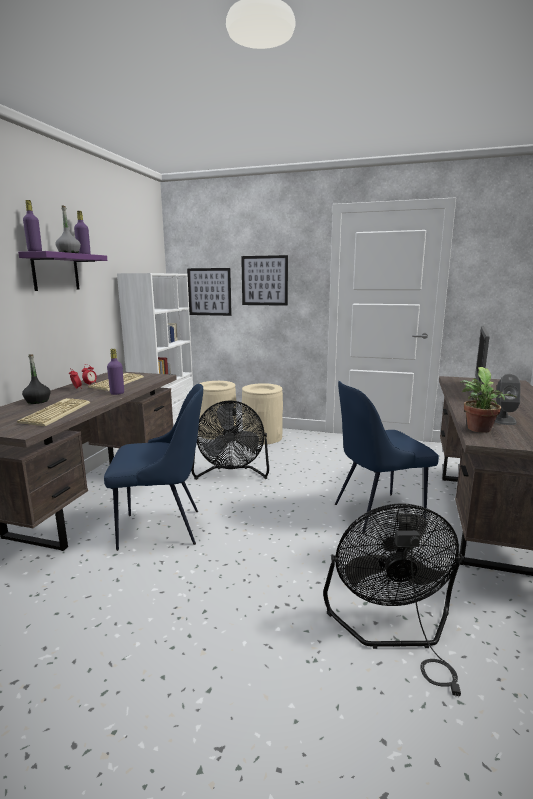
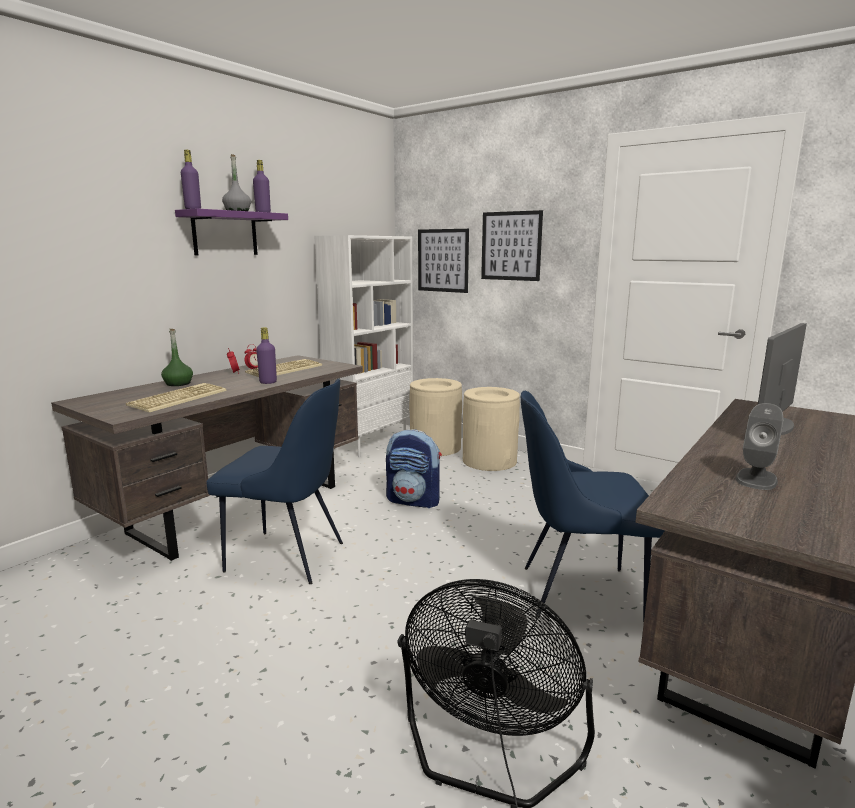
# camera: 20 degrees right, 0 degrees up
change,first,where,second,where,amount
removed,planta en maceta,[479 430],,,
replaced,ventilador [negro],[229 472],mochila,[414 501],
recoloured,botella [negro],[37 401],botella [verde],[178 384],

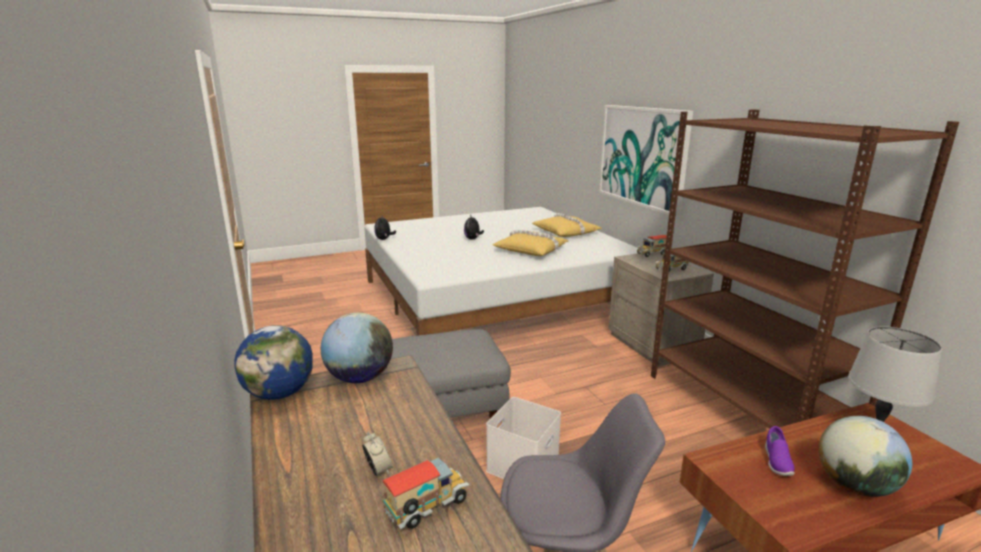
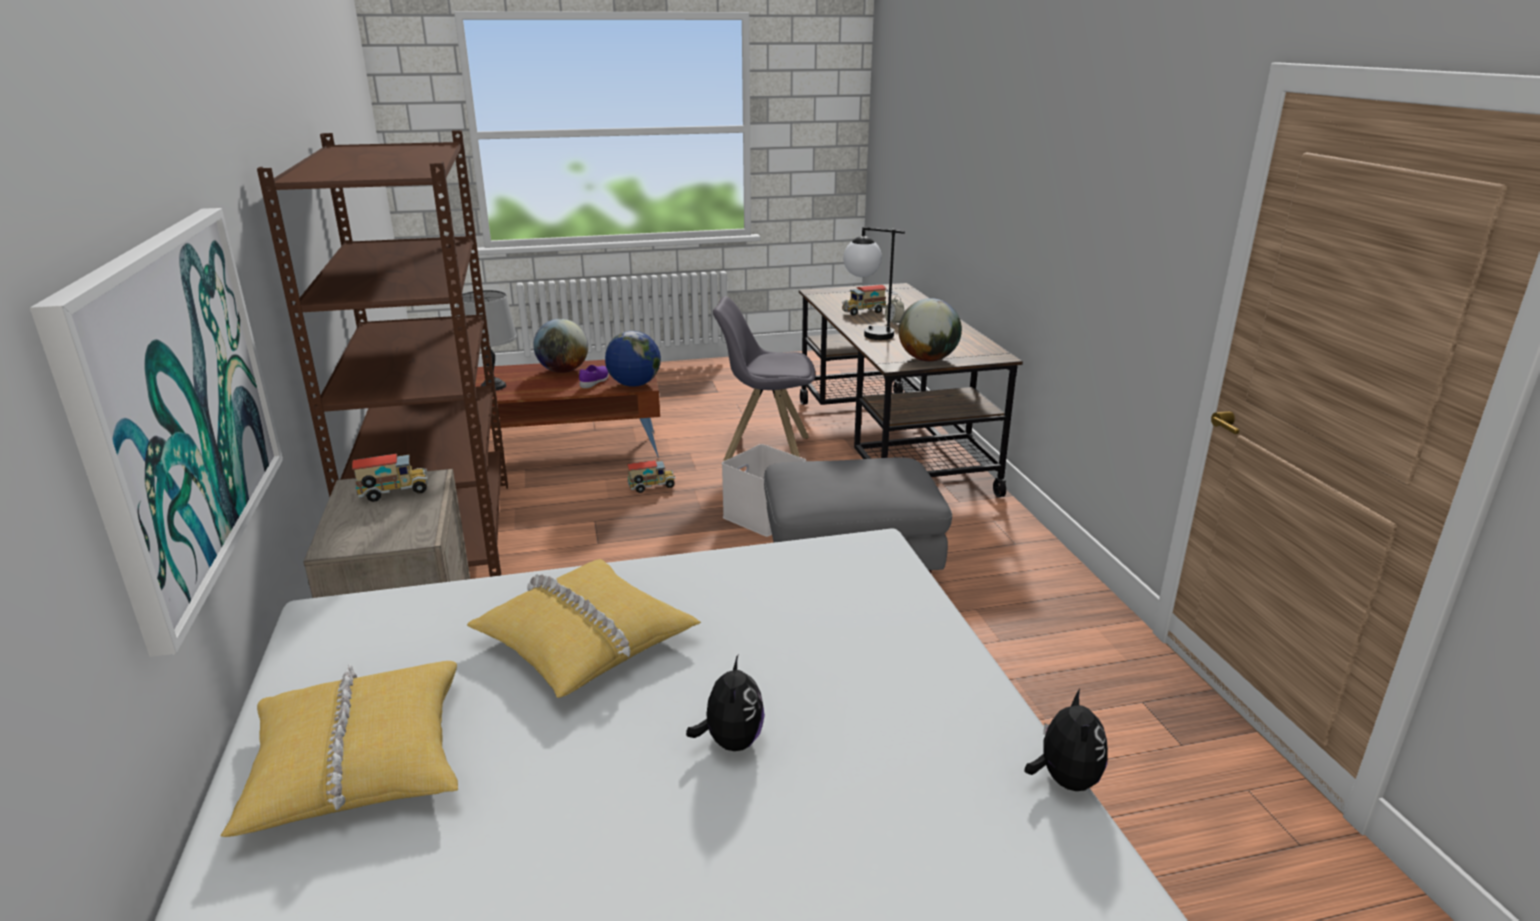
# camera: 170 degrees left, 5 degrees up
change,first,where,second,where,amount
added,,,lámpara de mesa,[867 334],
moved,globo terráqueo,[279 393],,[634 385],
moved,camión de juguete,[651 254],,[652 487],

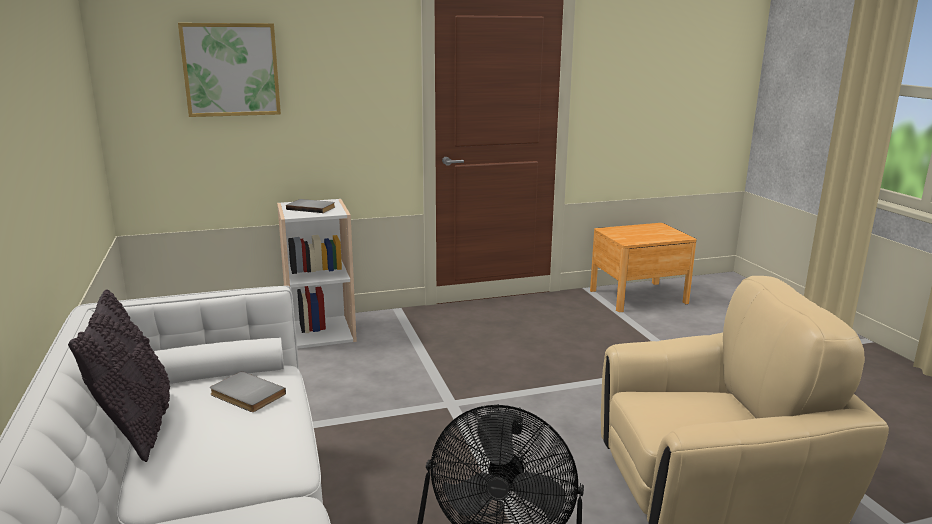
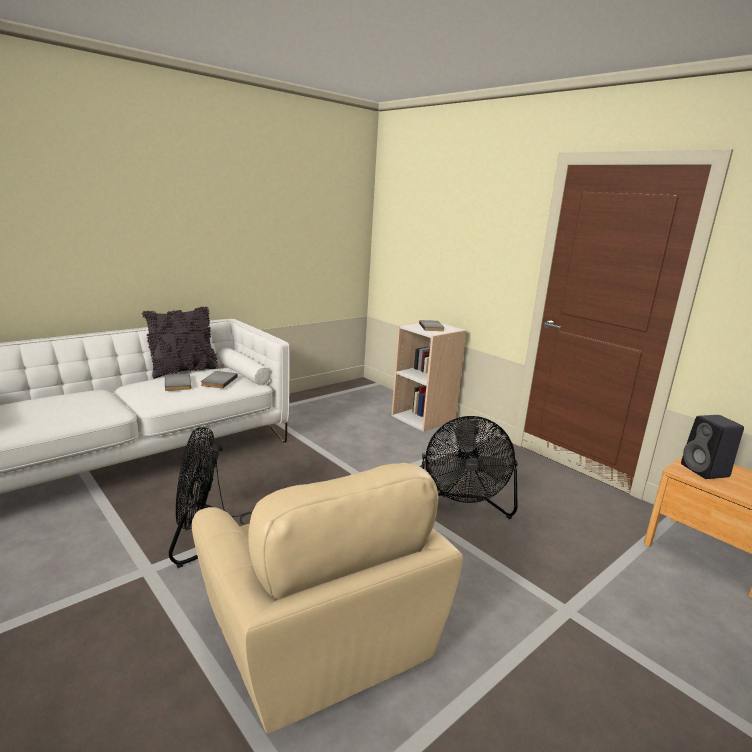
# camera: 65 degrees right, 0 degrees up
change,first,where,second,where,amount
removed,cuadro,[231 69],,,
added,,,libro [gris],[179 383],
added,,,ventilador [negro],[458 504],
added,,,altavoz [negro],[706 471],

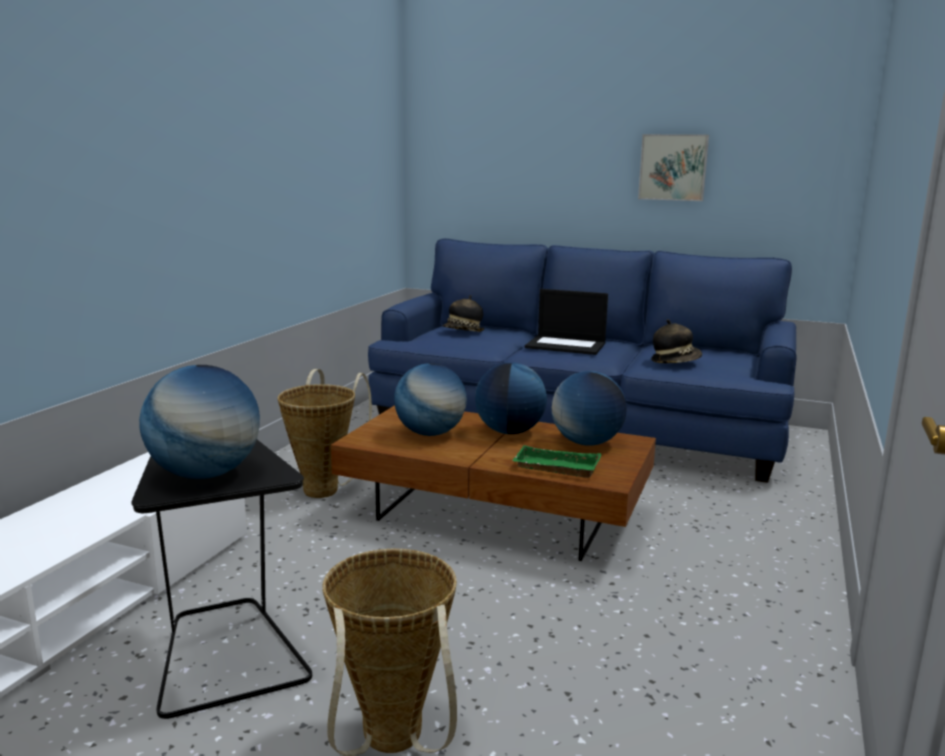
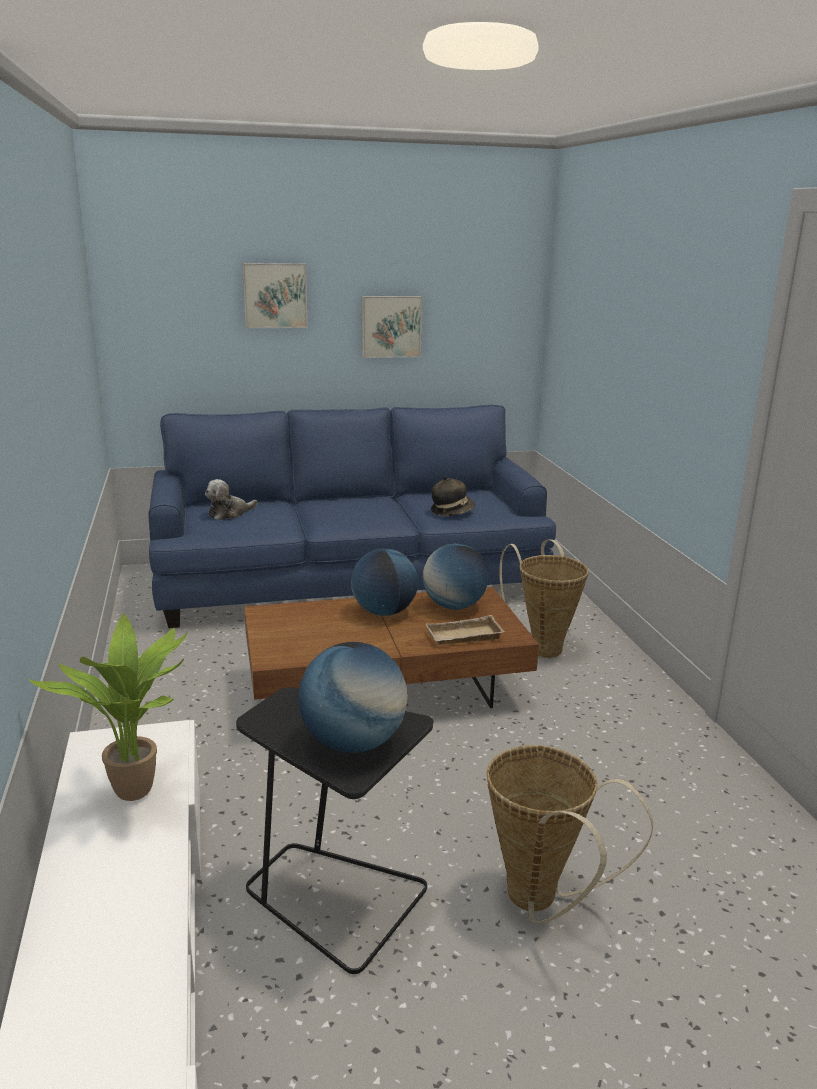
# camera: 35 degrees left, 5 degrees up
change,first,where,second,where,amount
removed,globo terráqueo,[430 433],,,
removed,portátil,[567 345],,,
added,,,planta en maceta,[139 793],
added,,,cuadro,[275 295],
moved,cesta,[325 488],,[542 647],
replaced,sombrero,[463 332],peluche,[229 513],
recoloured,bandeja [verde],[555 468],bandeja [beis],[463 637],

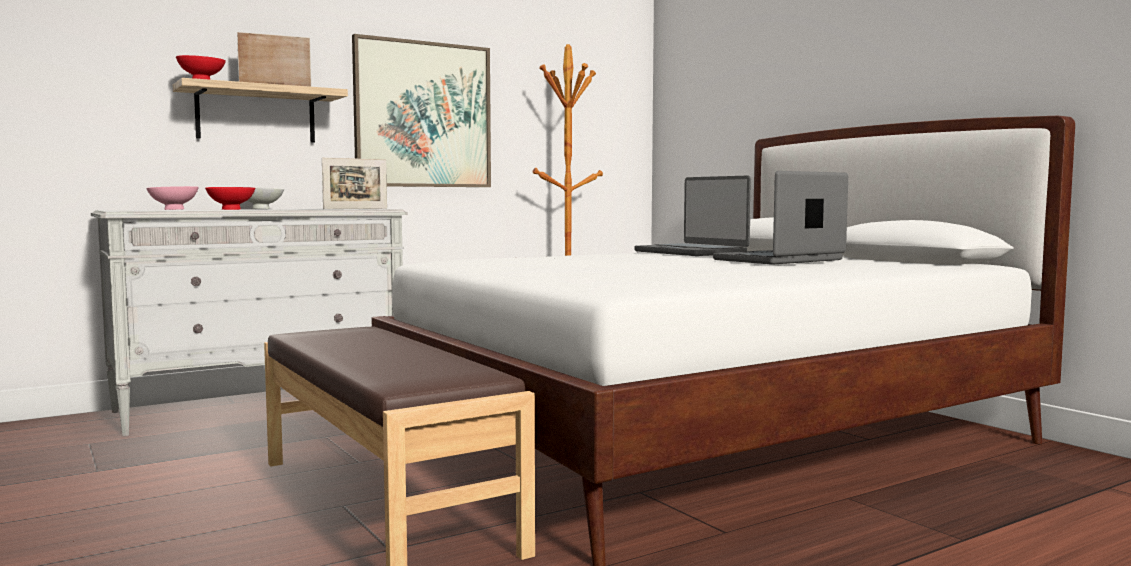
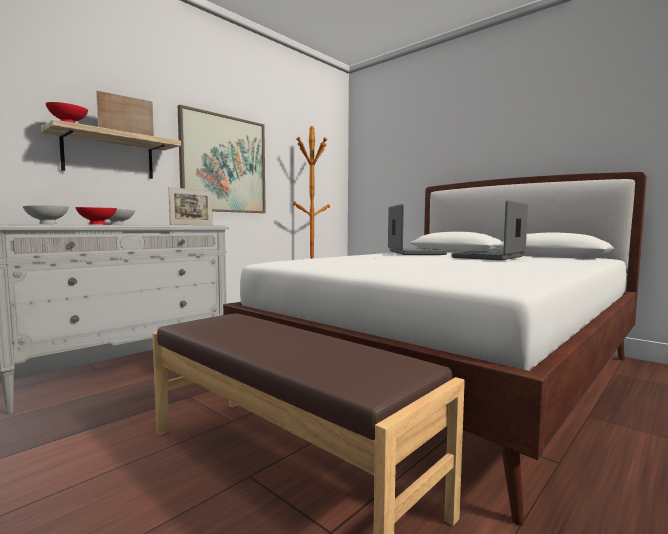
# camera: 15 degrees left, 0 degrees up
change,first,where,second,where,amount
recoloured,cuenco [rosa],[172 209],cuenco [blanco],[46 224],
turned,portátil,[691 252],,[414 253],135 degrees counterclockwise

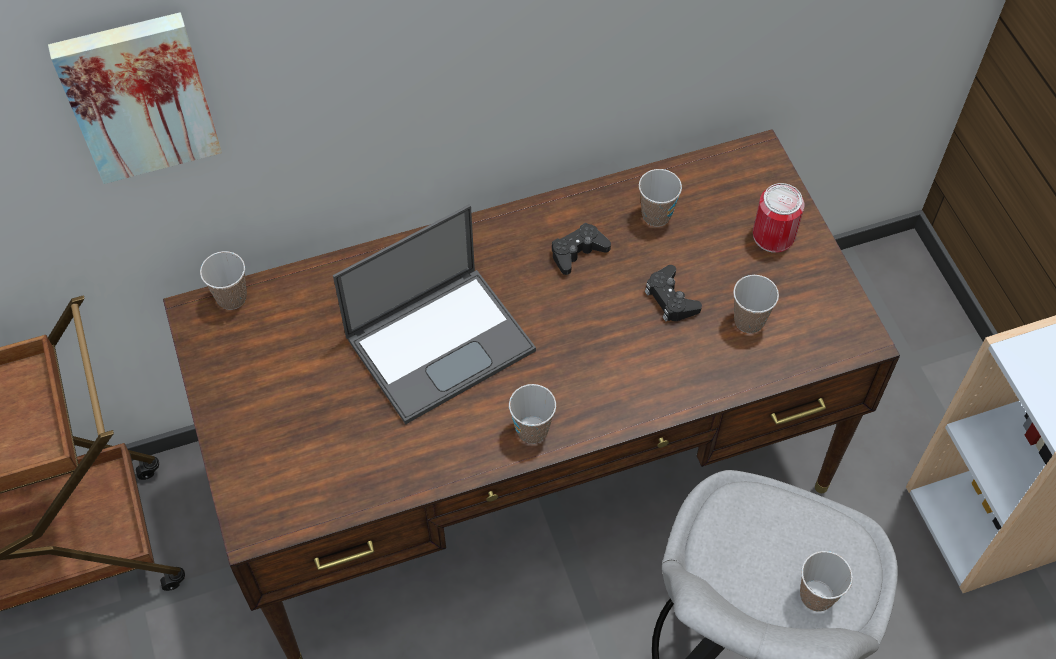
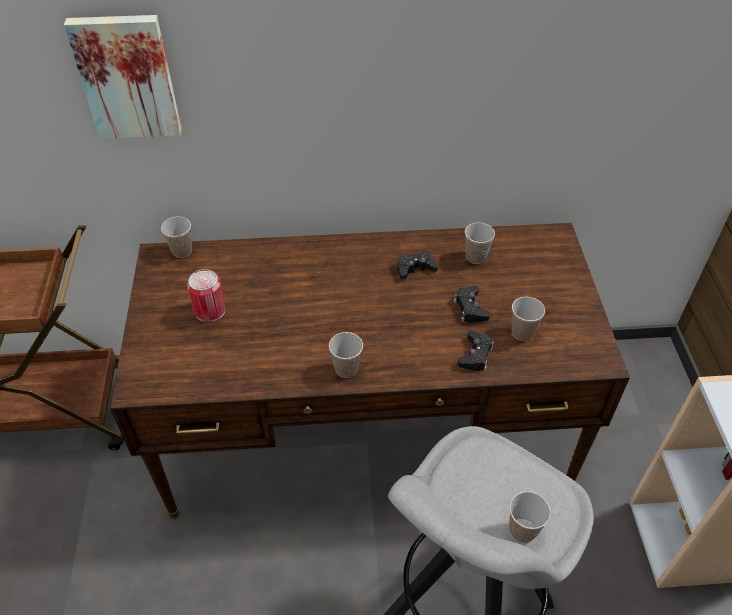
# camera: 15 degrees right, 10 degrees down
change,first,where,second,where,amount
removed,portátil,[441 342],,,
added,,,mando de consola [negro],[475 355],
moved,lata,[773 235],,[210 310],

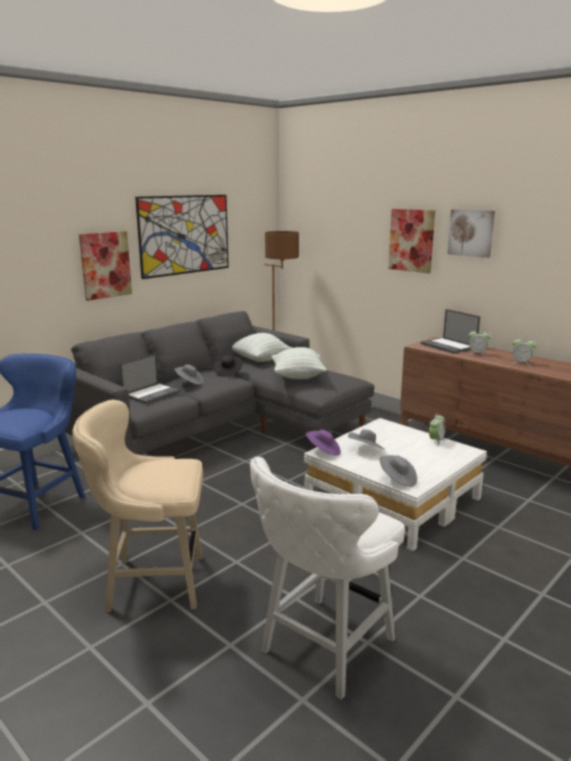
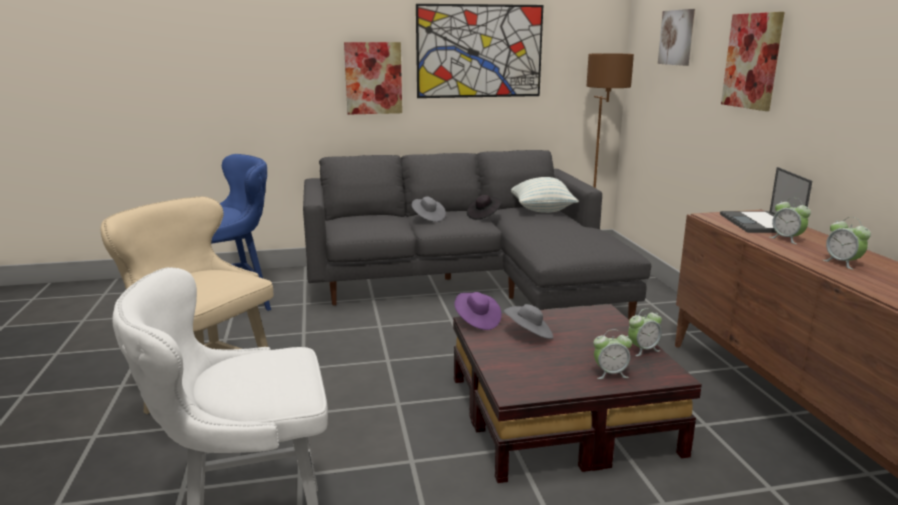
# camera: 35 degrees right, 0 degrees up
change,first,where,second,where,amount
removed,portátil,[152 393],,,
removed,cojín,[298 377],,,
removed,sombrero [gris],[397 479],,,
added,,,despertador,[610 373],
moved,cuadro,[471 233],,[677 37],
recoloured,mesa de centro [blanco],[392 498],mesa de centro [marrón],[560 413],

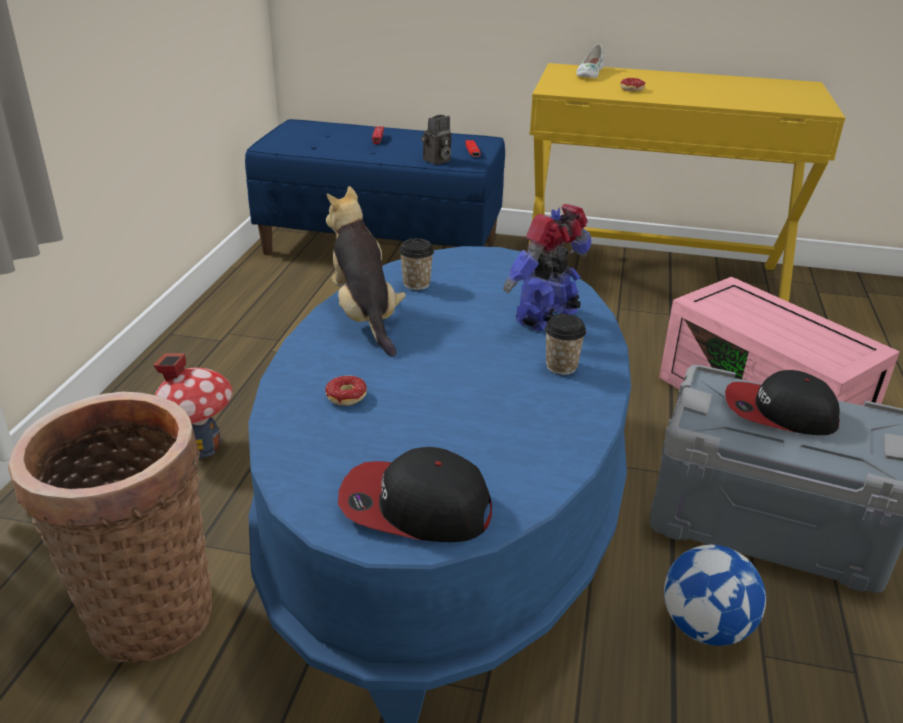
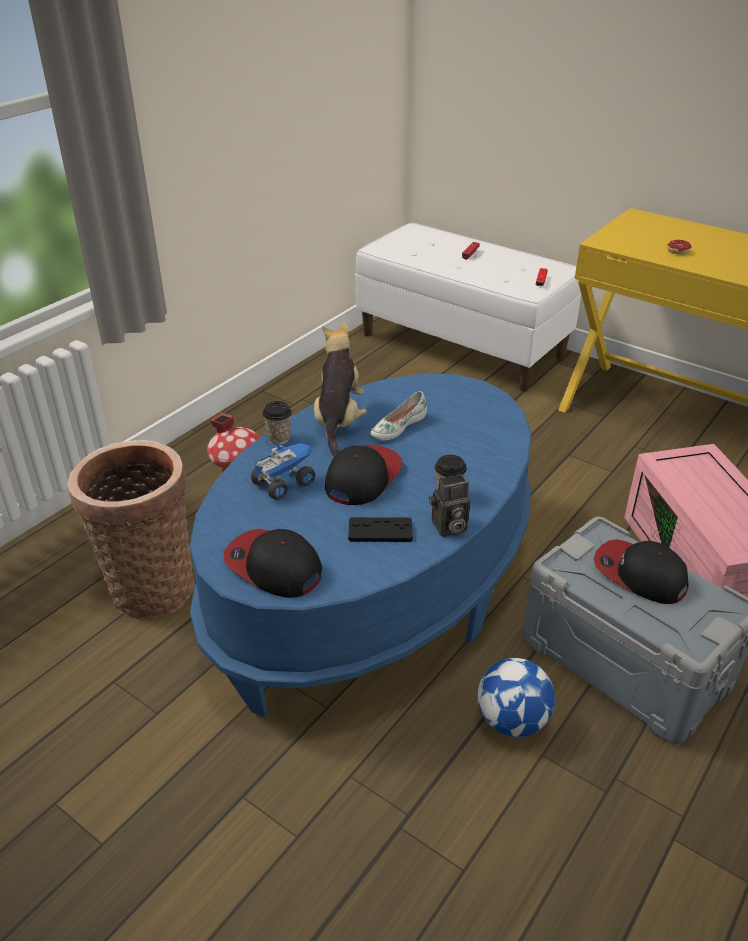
# camera: 25 degrees right, 5 degrees up
change,first,where,second,where,amount
removed,robot de juguete,[548 318],,,
added,,,gorra,[362 477],
added,,,mando de consola [negro],[380 531],
moved,taza,[416 284],,[279 438],
moved,cámara,[437 161],,[448 528],
moved,zapato [blanco],[589 73],,[397 426],
replaced,rosquilla,[349 401],camión de juguete,[284 483],
recoloured,banco [azul],[382 246],banco [blanco],[463 345],

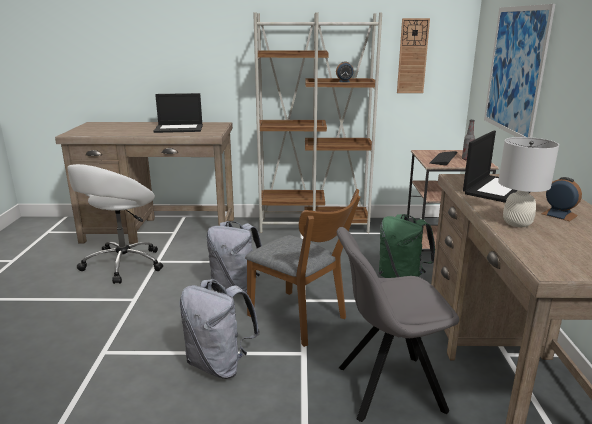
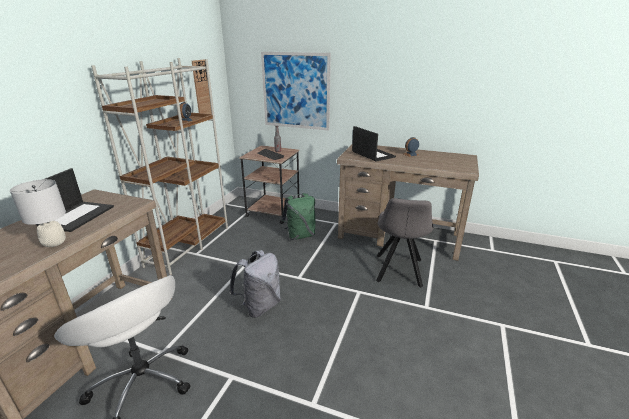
# camera: 70 degrees left, 5 degrees up
change,first,where,second,where,amount
removed,mochila [gris],[219 364],,,
removed,silla [marrón],[302 319],,,
moved,lámpara de mesa [gris],[516 223],,[53 243],

